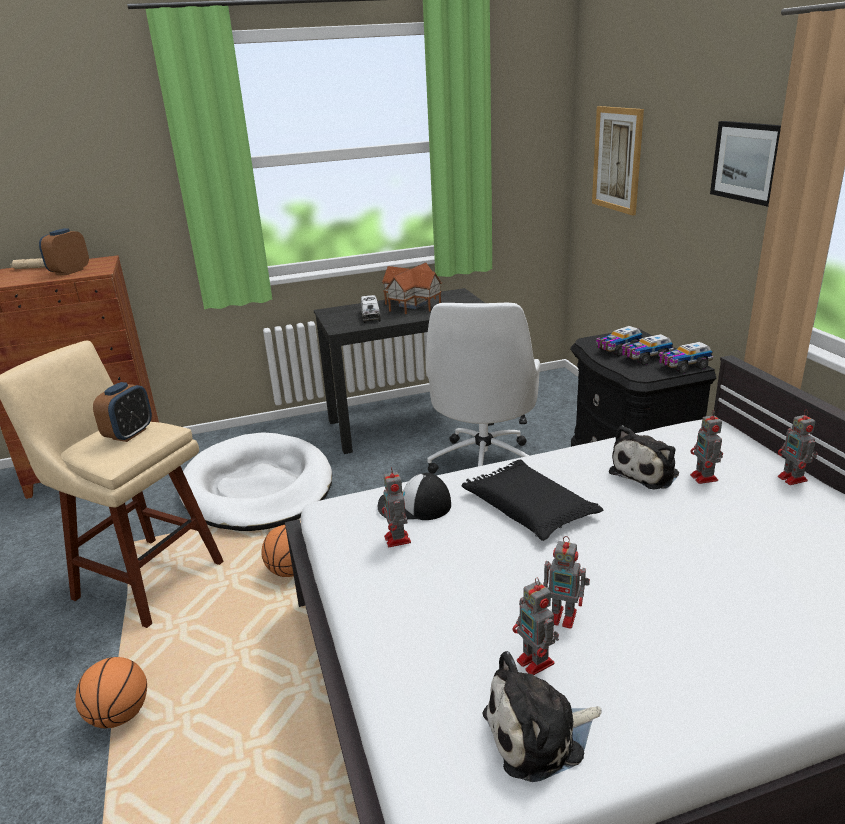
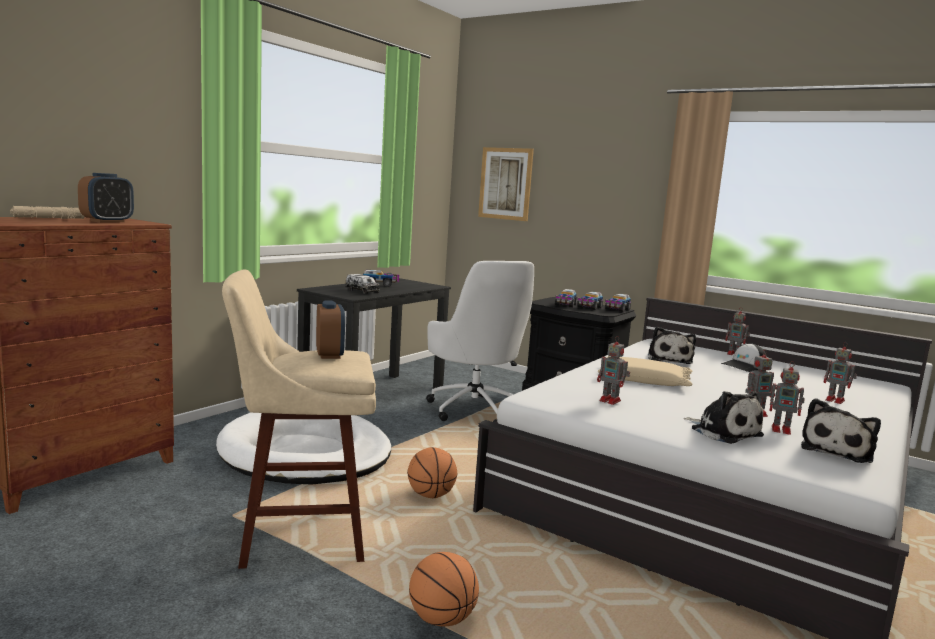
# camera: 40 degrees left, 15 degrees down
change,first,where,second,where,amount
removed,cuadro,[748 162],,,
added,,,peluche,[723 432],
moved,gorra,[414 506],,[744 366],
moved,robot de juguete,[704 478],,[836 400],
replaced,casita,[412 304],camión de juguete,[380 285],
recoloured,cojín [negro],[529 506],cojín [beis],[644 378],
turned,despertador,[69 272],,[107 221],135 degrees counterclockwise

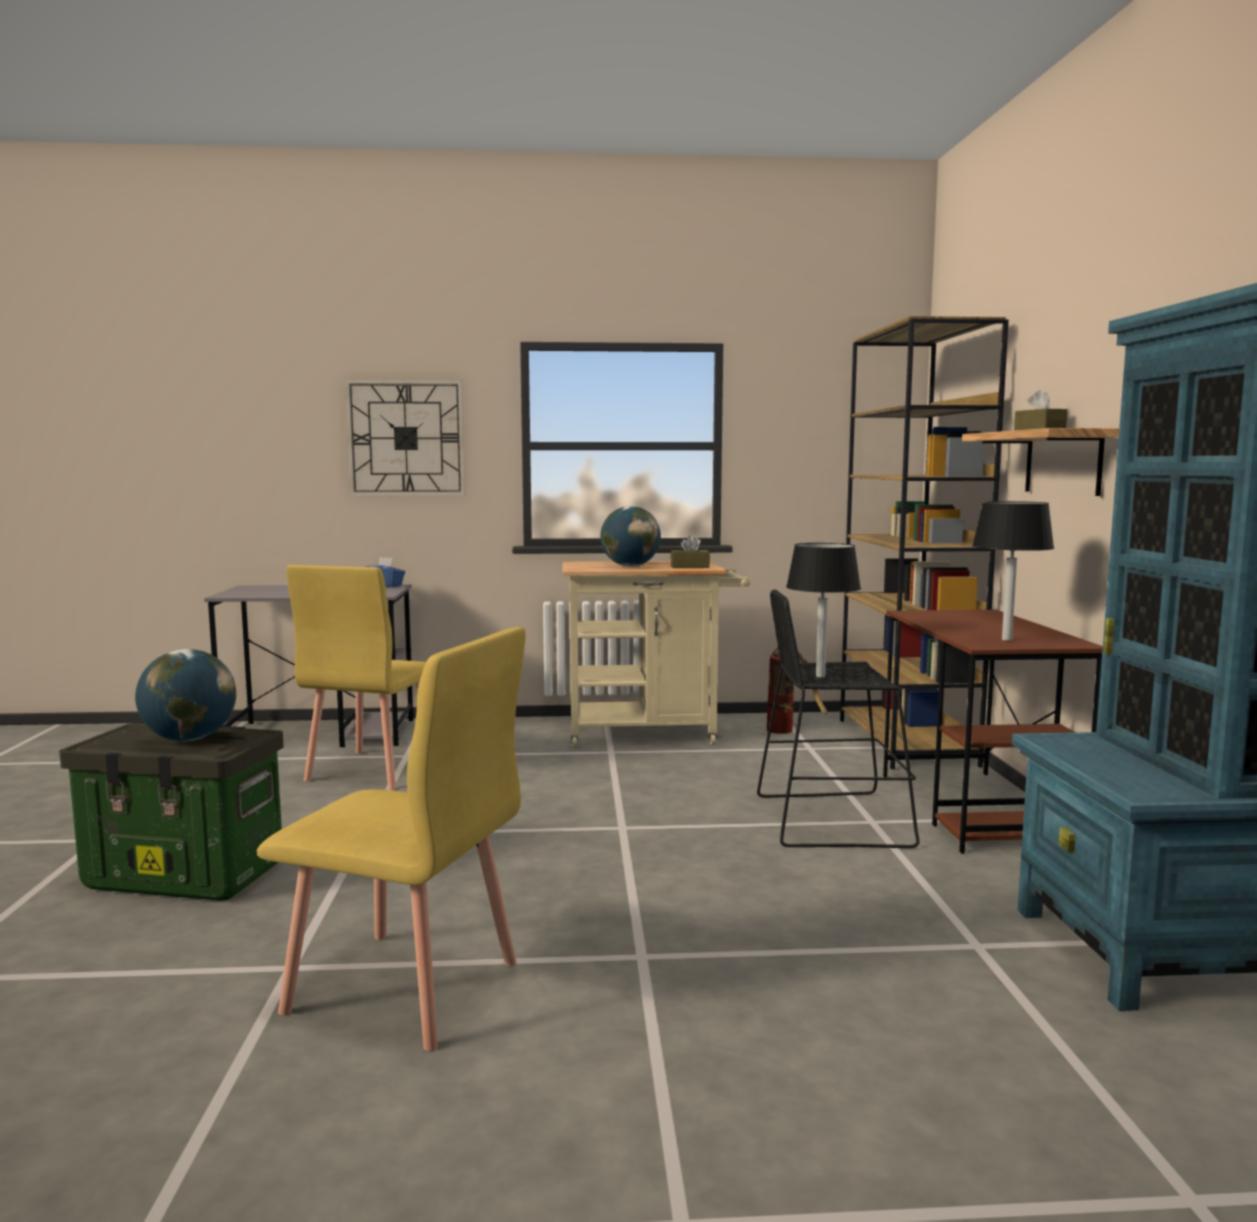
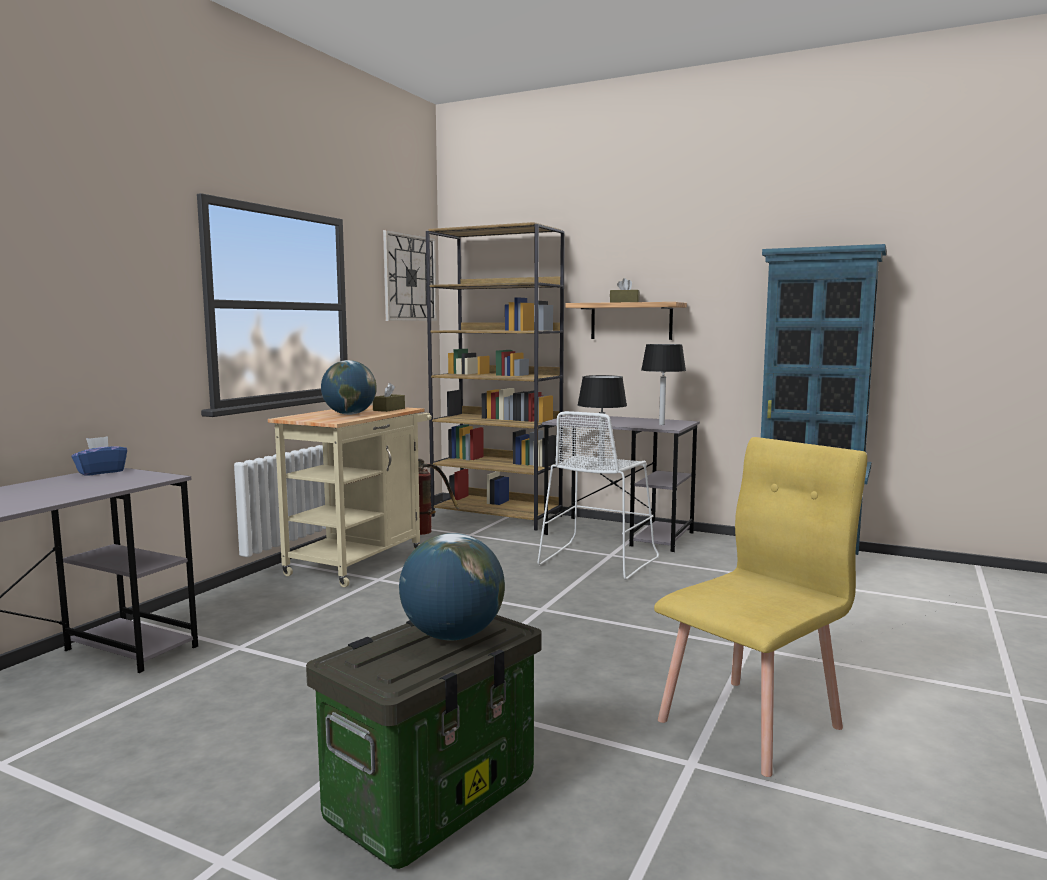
# camera: 60 degrees left, 0 degrees up
change,first,where,second,where,amount
removed,silla [amarillo],[372 769],,,
moved,reloj de pared,[406 438],,[409 278],
recoloured,taburete [negro],[834 819],taburete [blanco],[597 560],
recoloured,escritorio [marrón],[976 809],escritorio [gris],[620 534],

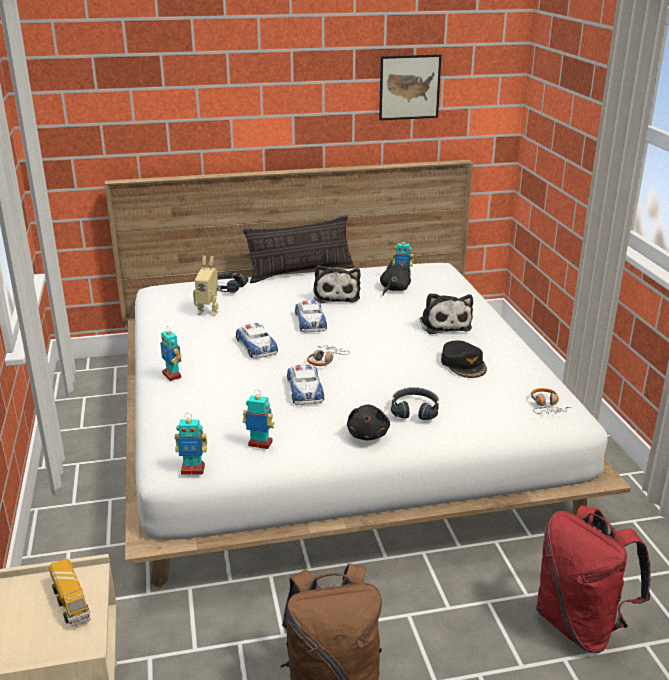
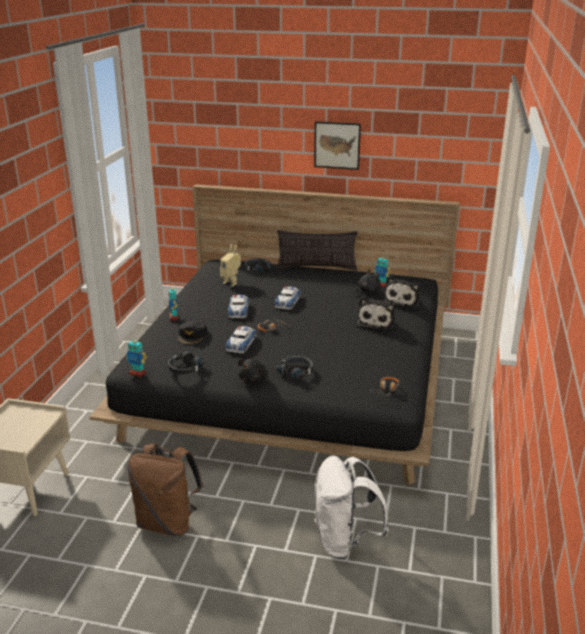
# camera: 25 degrees right, 0 degrees up
change,first,where,second,where,amount
removed,camión de juguete,[71 604],,,
moved,peluche,[336 295],,[403 300],
moved,cuadro,[409 87],,[337 145],
moved,gorra [negro],[463 364],,[192 335],
replaced,robot de juguete,[260 444],auriculares [negro],[185 368],
recoloured,cama [blanco],[334 431],cama [negro],[292 382],
recoloured,mochila [rojo],[580 625],mochila [blanco],[345 541],

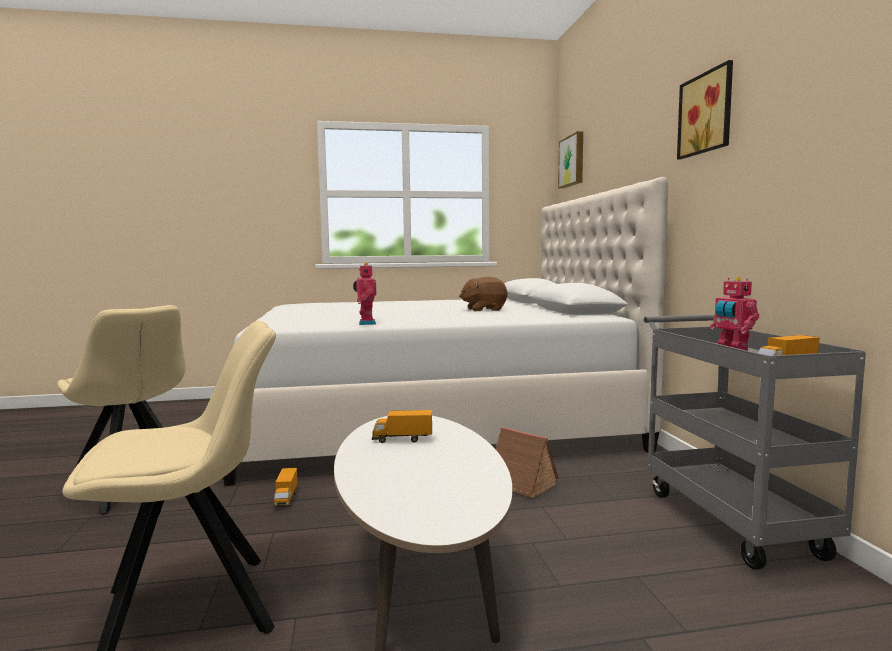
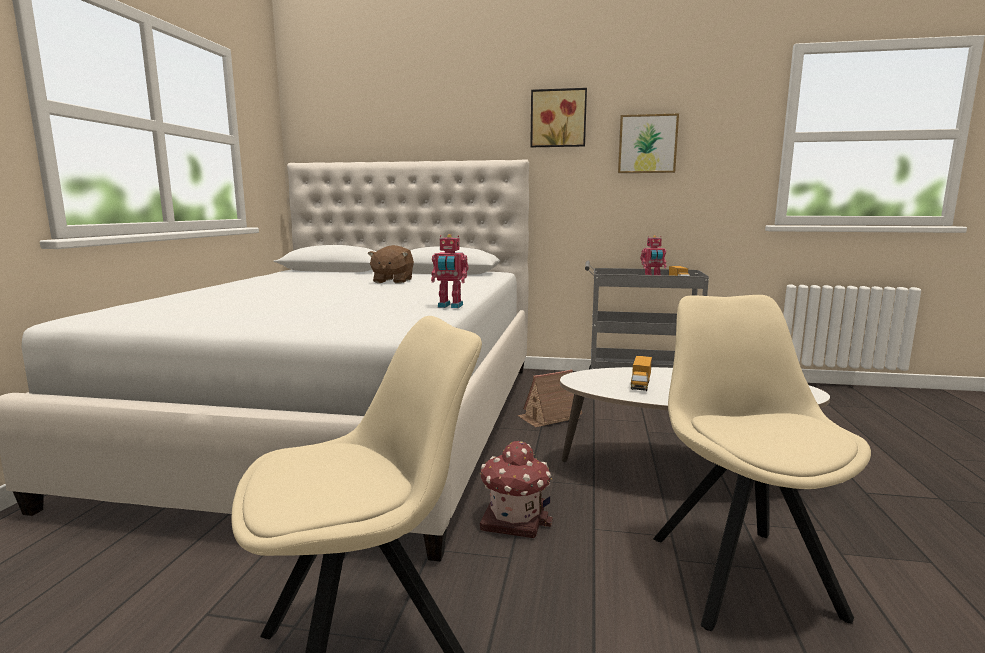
# camera: 70 degrees left, 5 degrees up
change,first,where,second,where,amount
moved,cuadro,[572 161],,[647 144],
replaced,camión de juguete,[286 499],casita,[514 518],

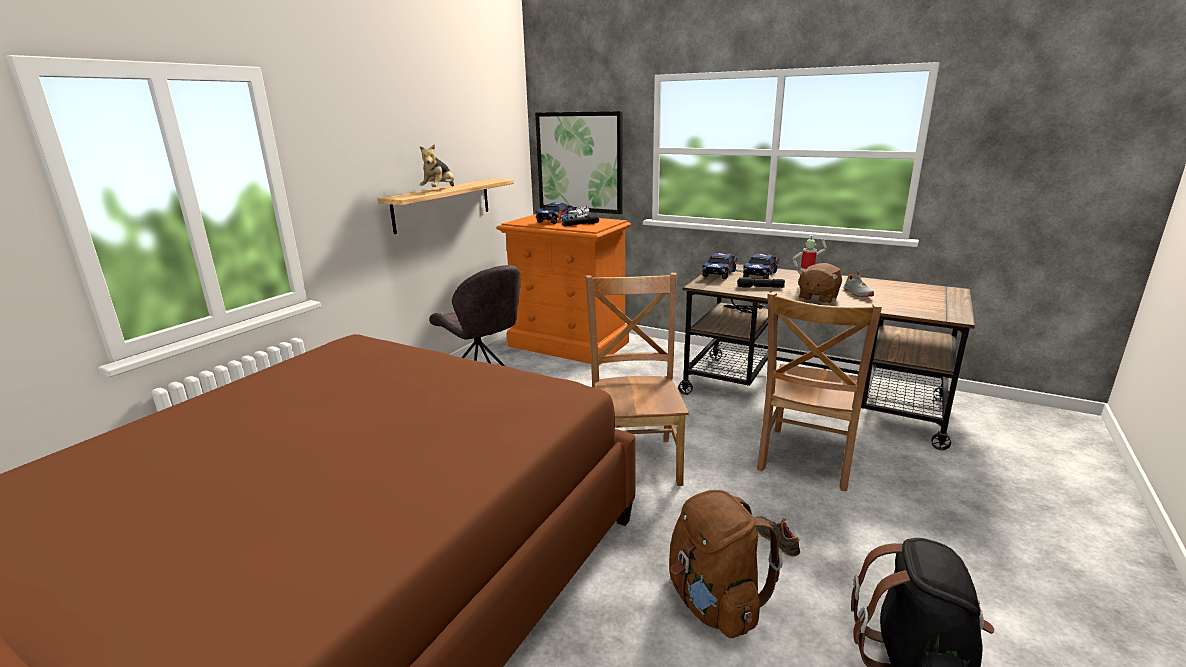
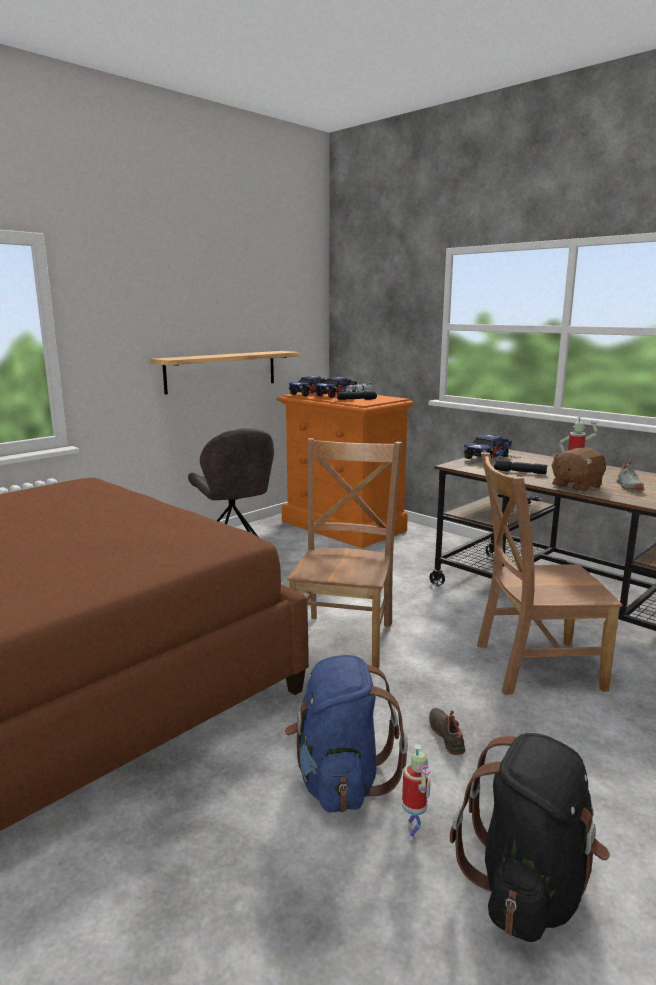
# camera: 15 degrees right, 5 degrees down
change,first,where,second,where,amount
removed,peluche,[439 190],,,
removed,cuadro,[579 162],,,
added,,,robot de juguete,[414 832],
moved,camión de juguete,[761 274],,[311 394],
recoloured,mochila [marrón],[714 602],mochila [azul],[340 780],
turned,silla [marrón],[805 460],,[532 666],45 degrees clockwise

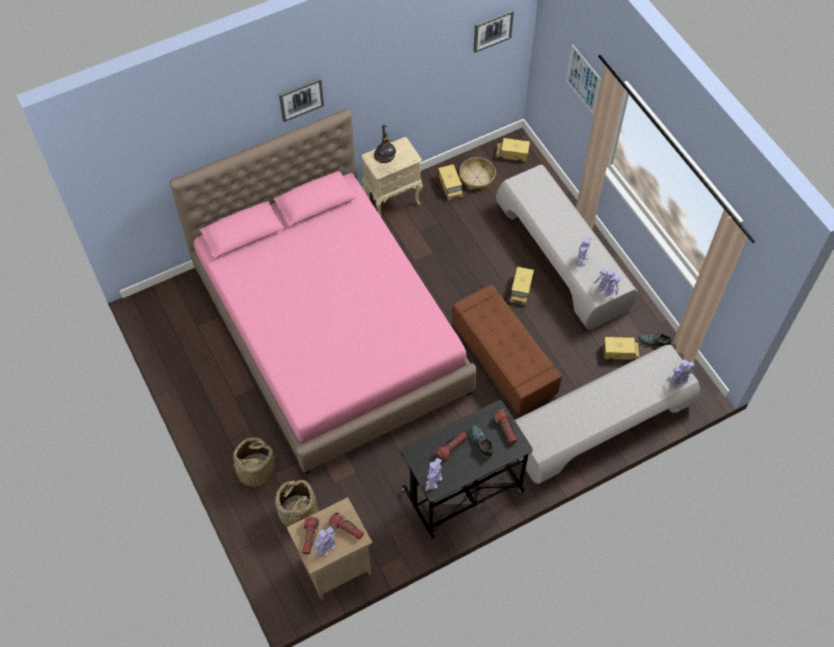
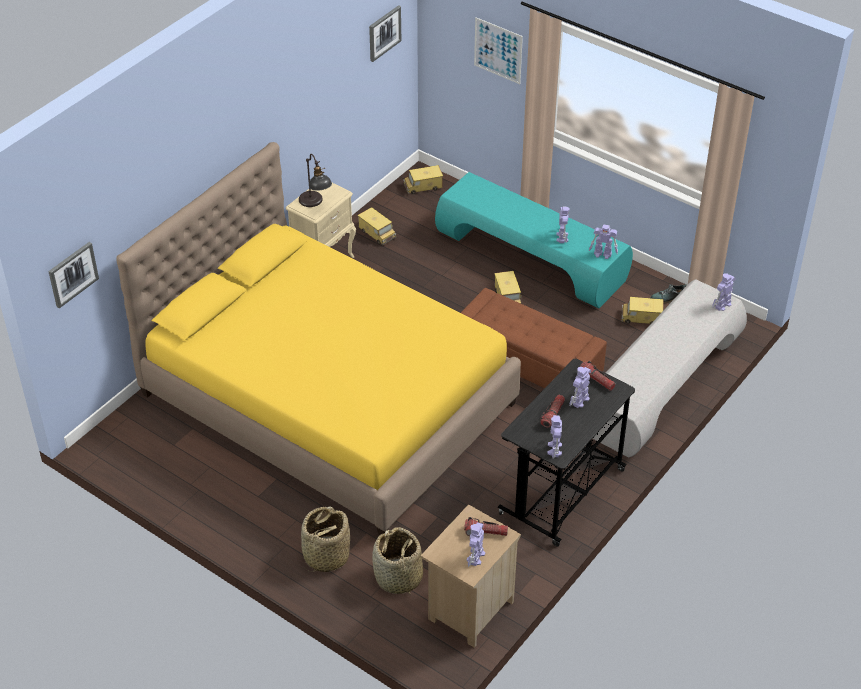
# camera: 25 degrees left, 15 degrees down
change,first,where,second,where,amount
removed,linterna,[309 537],,,
removed,cesta,[476 177],,,
moved,cuadro,[301 98],,[72 274],
replaced,zapato,[480 443],robot de juguete,[579 400],
recoloured,cama [rosa],[330 330],cama [amarillo],[328 398],
recoloured,banco [gris],[563 257],banco [turquesa],[531 256],
turned,camión de juguete,[620 353],,[641 318],150 degrees counterclockwise

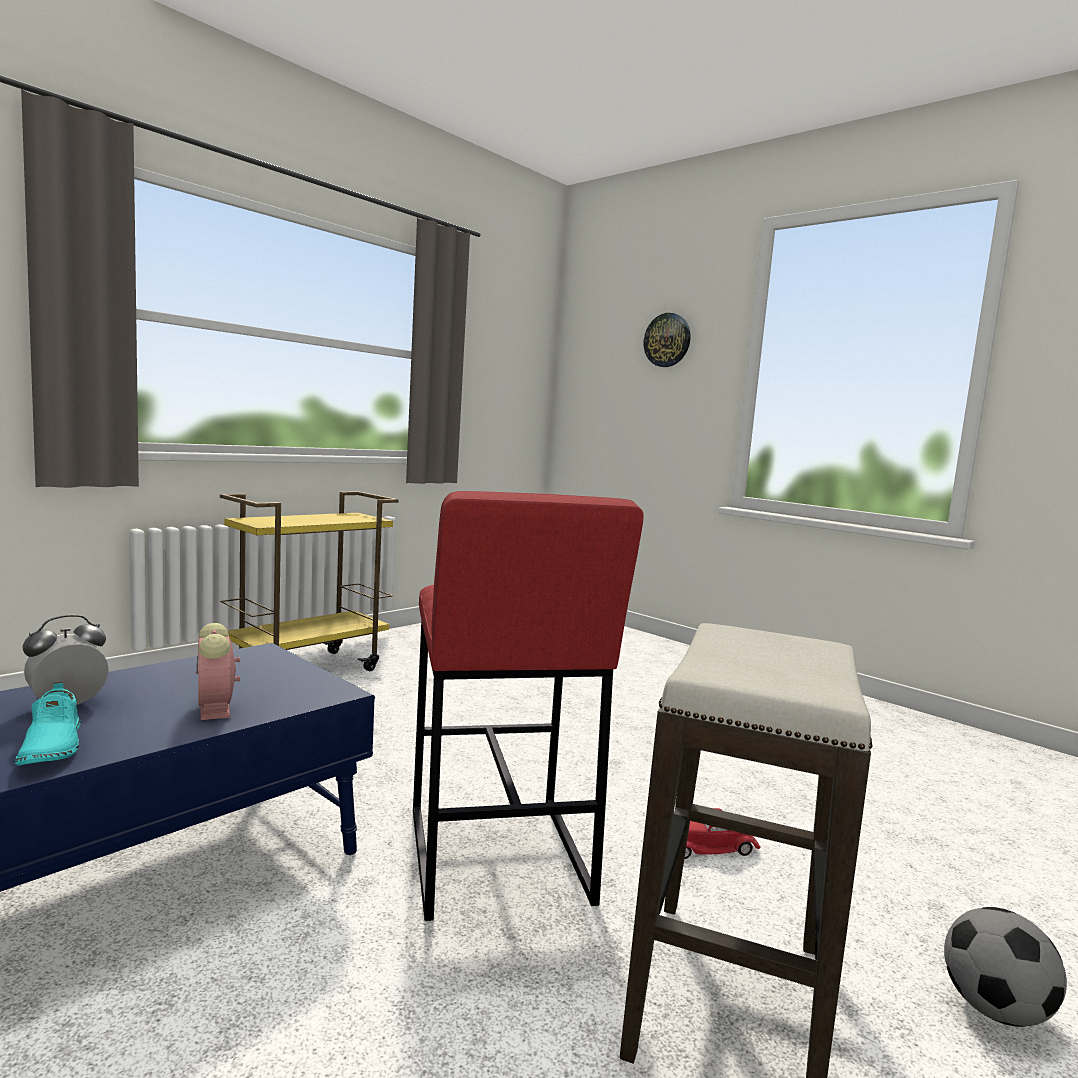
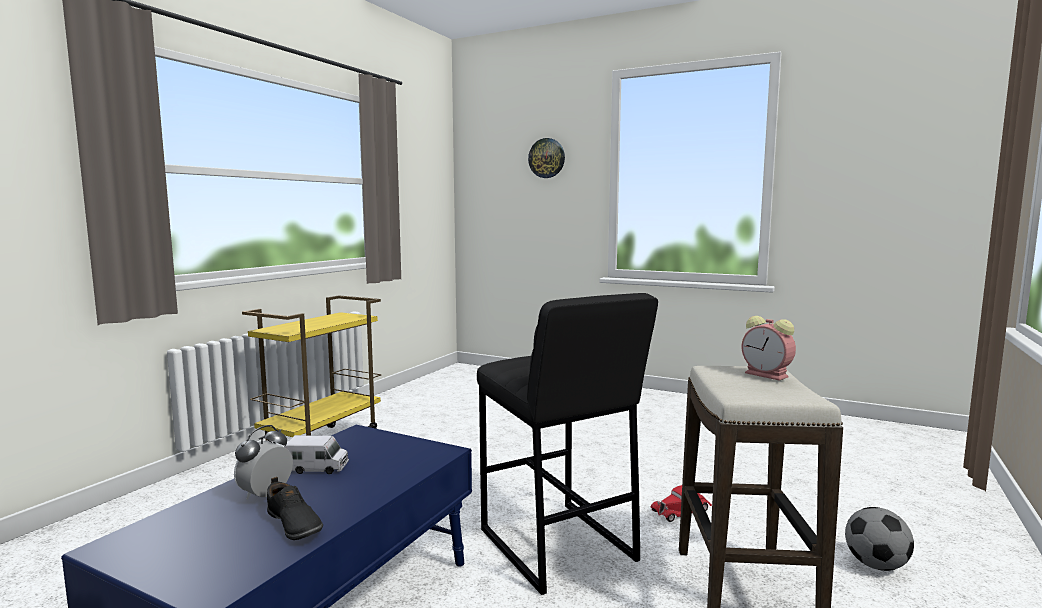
# camera: 15 degrees left, 0 degrees up
change,first,where,second,where,amount
added,,,camión de juguete,[317 468],
moved,despertador,[215 710],,[768 375],
recoloured,zapato [turquesa],[50 747],zapato [negro],[293 524],
recoloured,taburete [rojo],[498 858],taburete [negro],[559 546],

